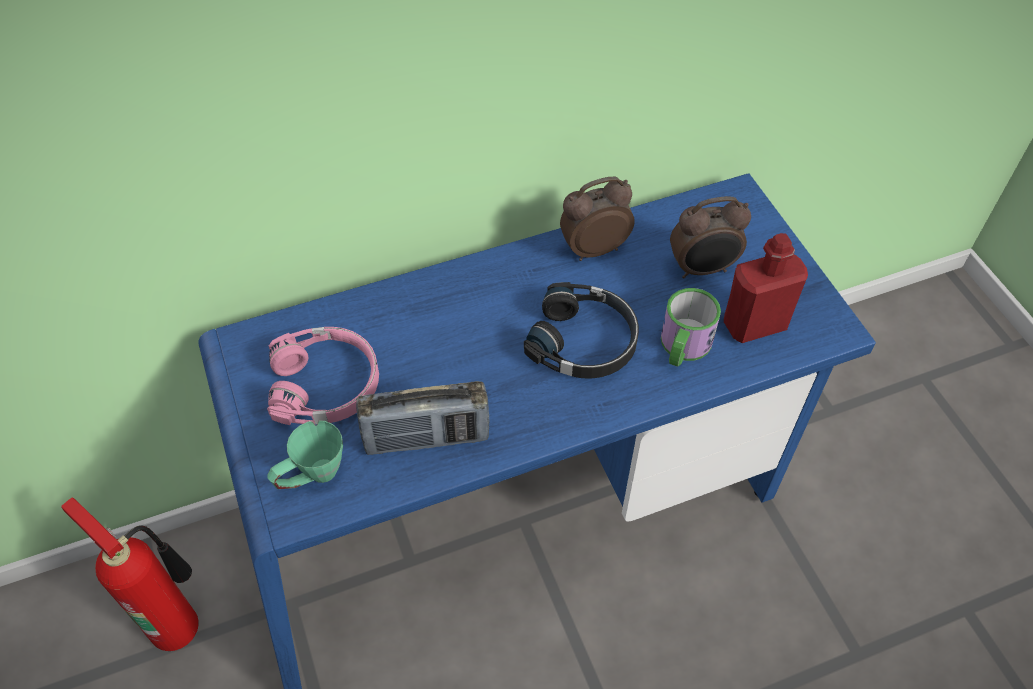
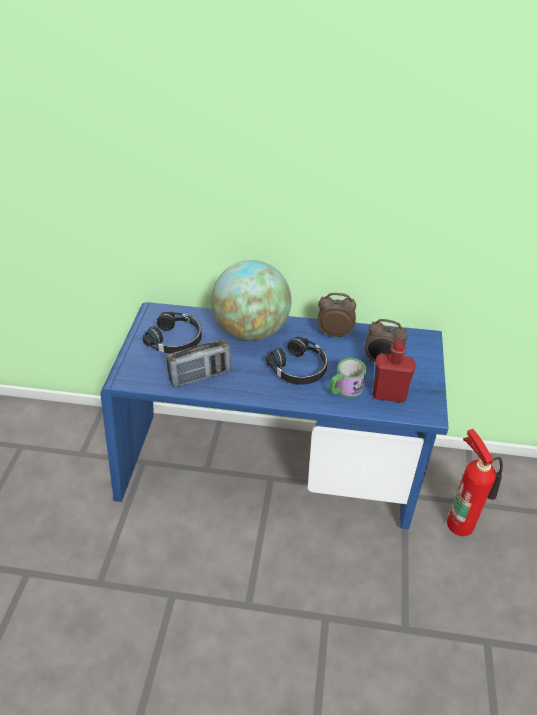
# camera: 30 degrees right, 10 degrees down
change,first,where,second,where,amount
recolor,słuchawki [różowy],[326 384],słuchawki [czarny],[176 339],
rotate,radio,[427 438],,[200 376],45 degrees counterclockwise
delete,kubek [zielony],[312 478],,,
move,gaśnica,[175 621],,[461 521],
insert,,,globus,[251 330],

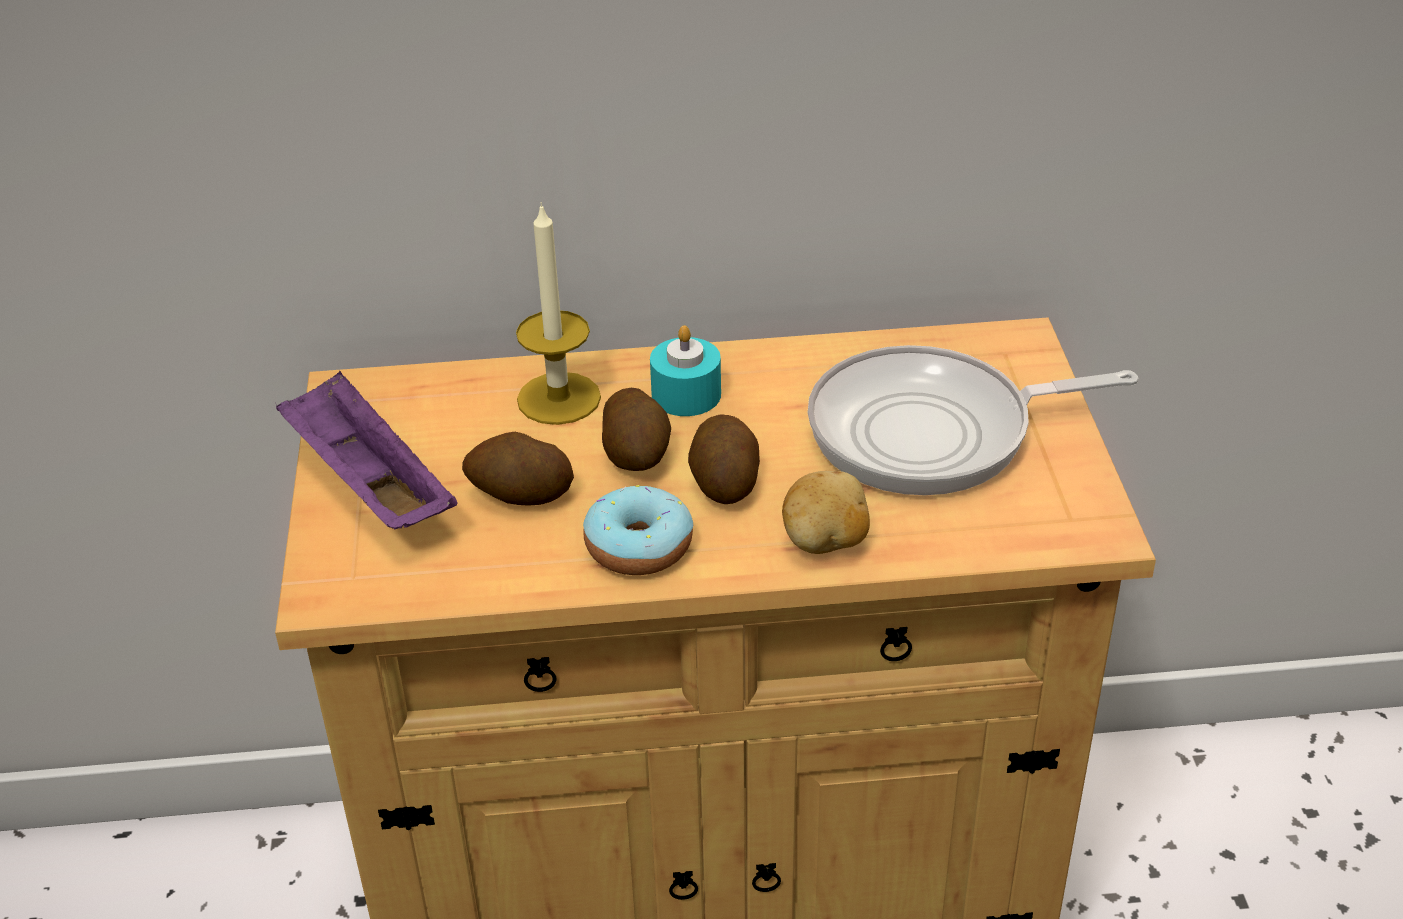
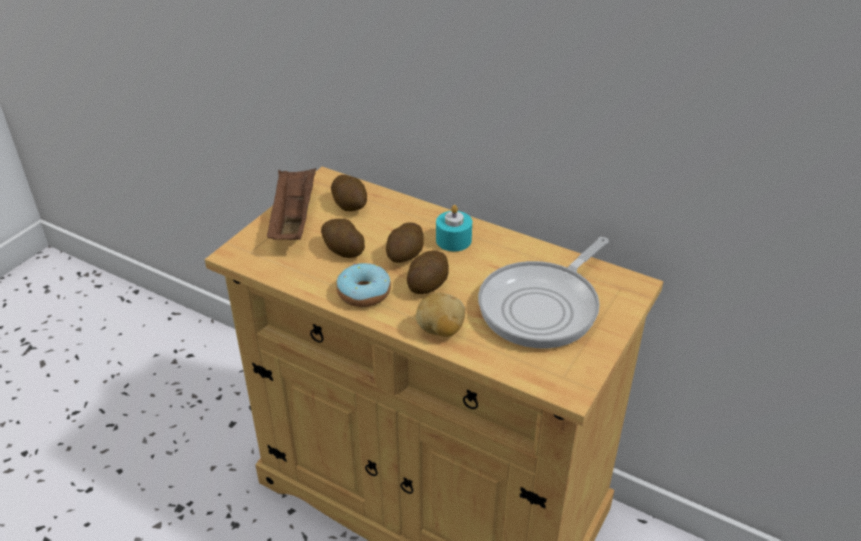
# camera: 35 degrees right, 0 degrees up
change,first,where,second,where,amount
delete,świeca,[559 398],,,
rotate,patelnia,[933 432],,[543 307],75 degrees counterclockwise
recolor,taca [fioletowy],[367 485],taca [brązowy],[293 219],
insert,,,ziemniak,[350 205],

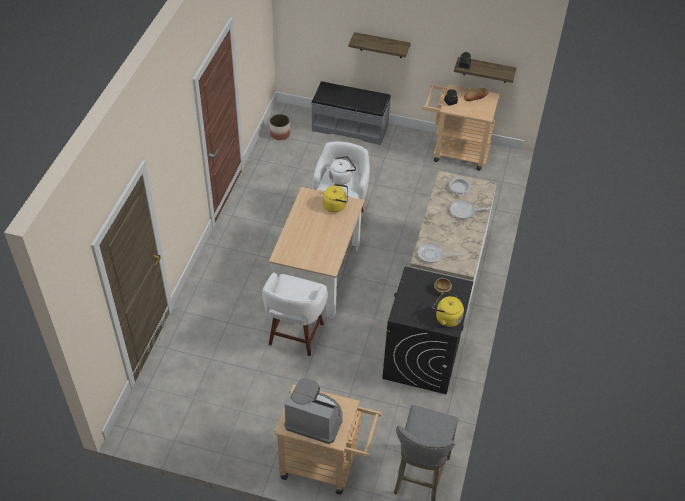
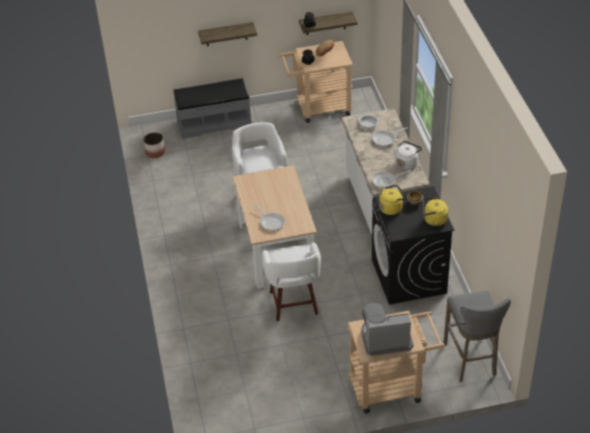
# camera: 25 degrees left, 5 degrees down
change,first,where,second,where,amount
move,czajnik [biały],[341 178],,[406 163],
move,czajnik [żółty],[336 206],,[392 208],
insert,,,patelnia,[271 222],

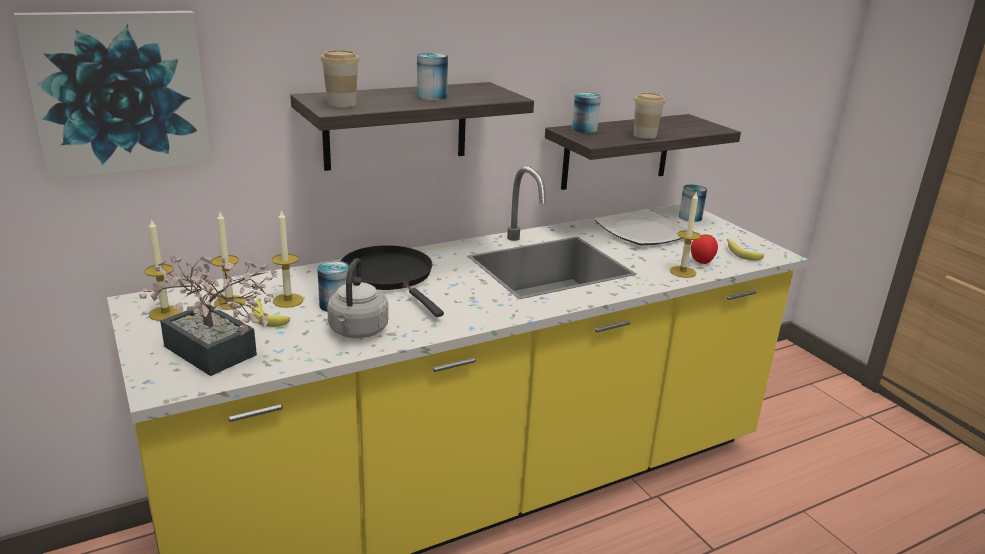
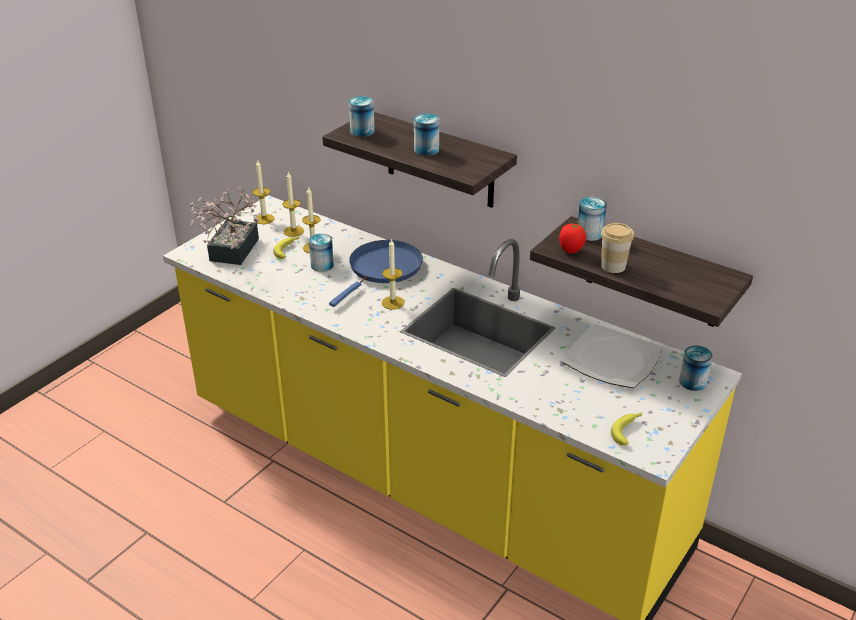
# camera: 65 degrees right, 10 degrees up
change,first,where,second,where,amount
delete,obraz,[119 92],,,
replace,filiżanka,[341 104],puszka,[362 131],
move,świeca,[682 272],,[393 302],
move,pomidor,[702 262],,[570 251],
recolor,patelnia [czarny],[390 276],patelnia [niebieski],[383 269],
delete,czajnik [szary],[357 331],,,

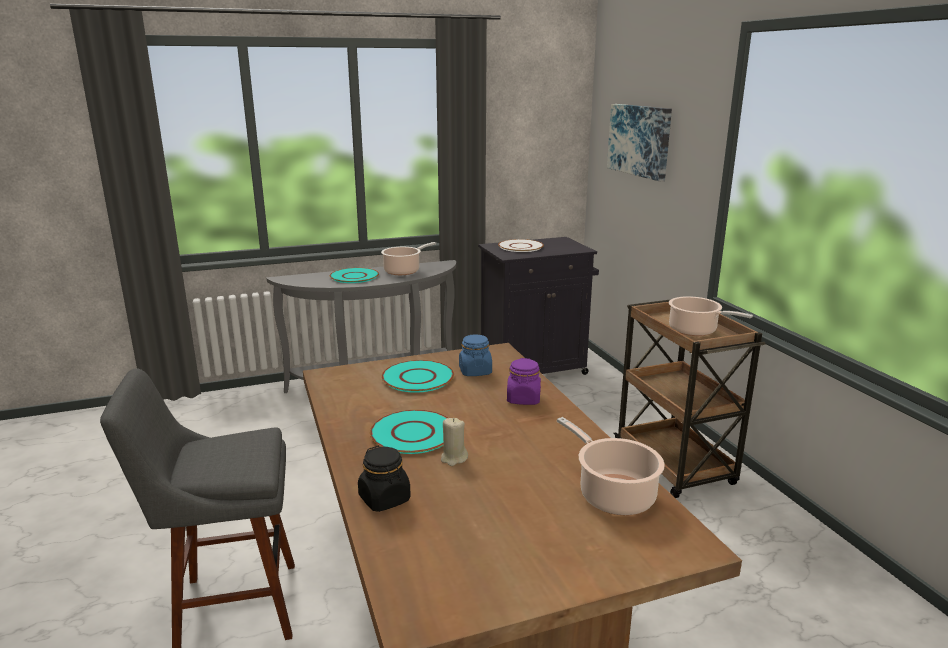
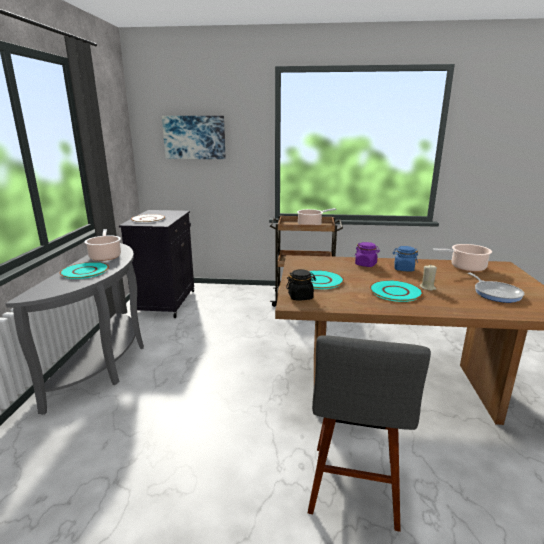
# camera: 65 degrees left, 0 degrees up
change,first,where,second,where,amount
move,słoik [niebieski],[475 371],,[403 269],
move,słoik [czarny],[385 499],,[300 297],
insert,,,patelnia,[495 293],

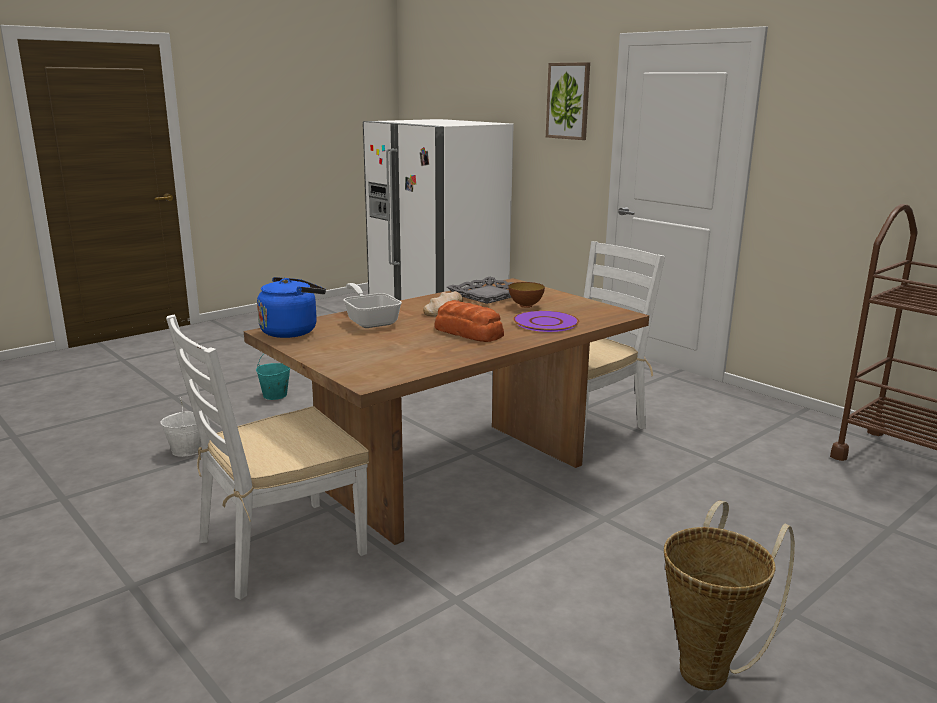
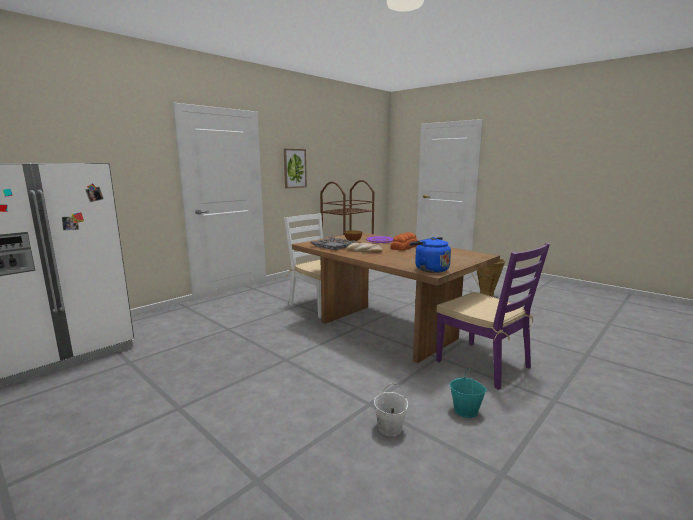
# camera: 95 degrees left, 5 degrees down
change,first,where,second,where,amount
move,obraz,[568 101],,[294 168],
delete,patelnia,[370 321],,,
recolor,krzesło [biały],[280 547],krzesło [fioletowy],[484 364],
move,wiadro [turkusowy],[275 395],,[466 411],

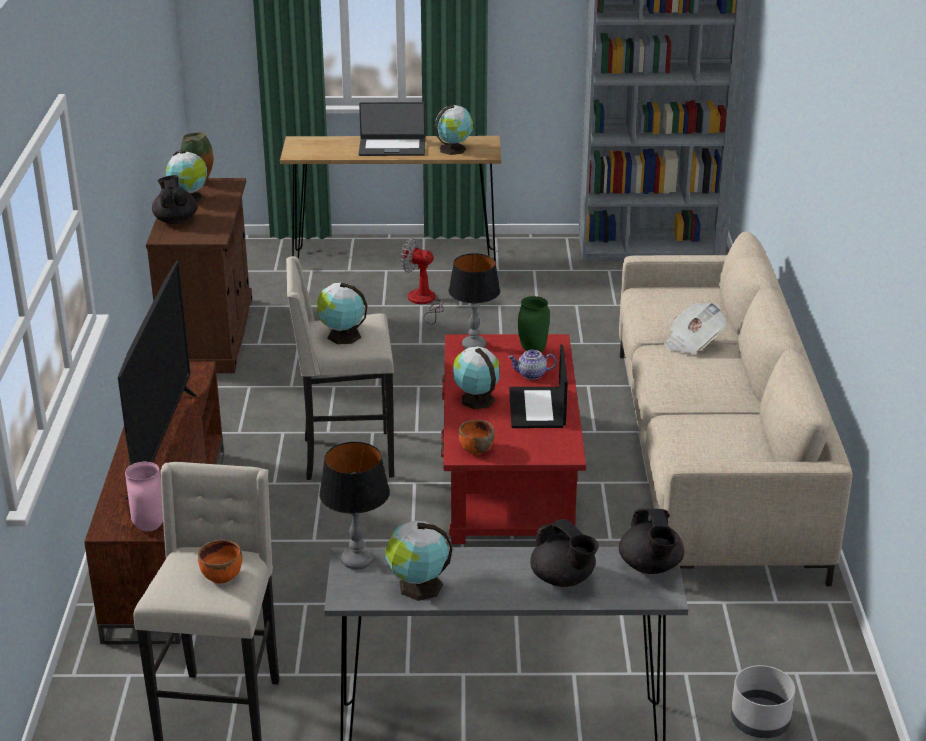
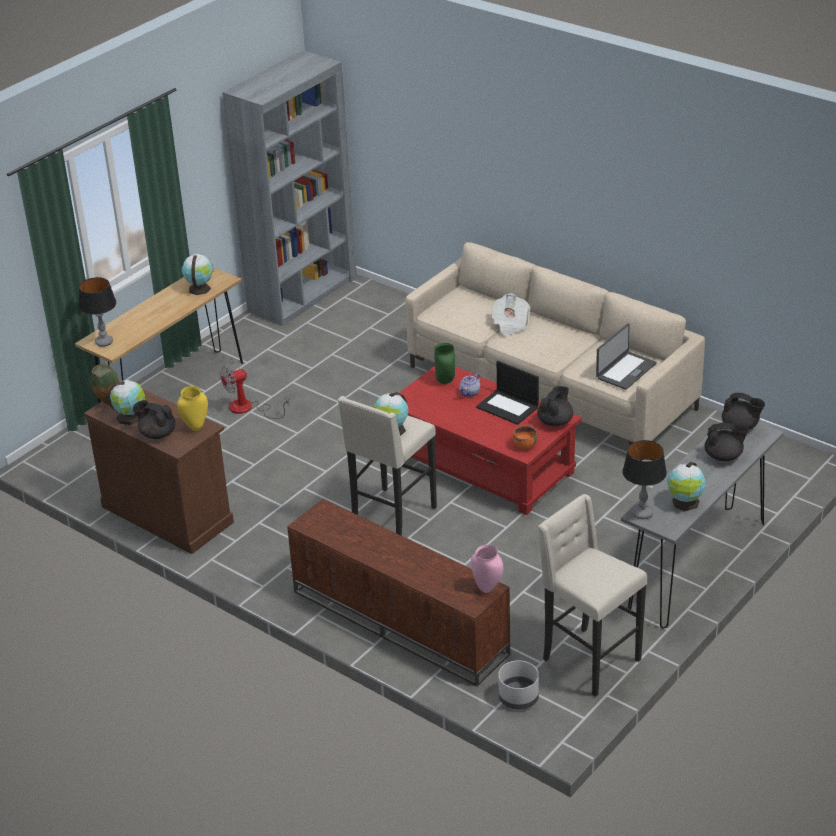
# camera: 50 degrees left, 5 degrees up
change,first,where,second,where,amount
move,laptop,[392 147],,[625 370],
move,lampa stołowa,[474 346],,[104 342],
delete,telewizor,[162 444],,,
delete,globus,[476 399],,,
delete,miska [pomarańczowy],[222 576],,,
move,donica [szary],[759 721],,[518 698],
insert,,,wazon [żółty],[196 428],
insert,,,imbryk [czarny],[555 421],

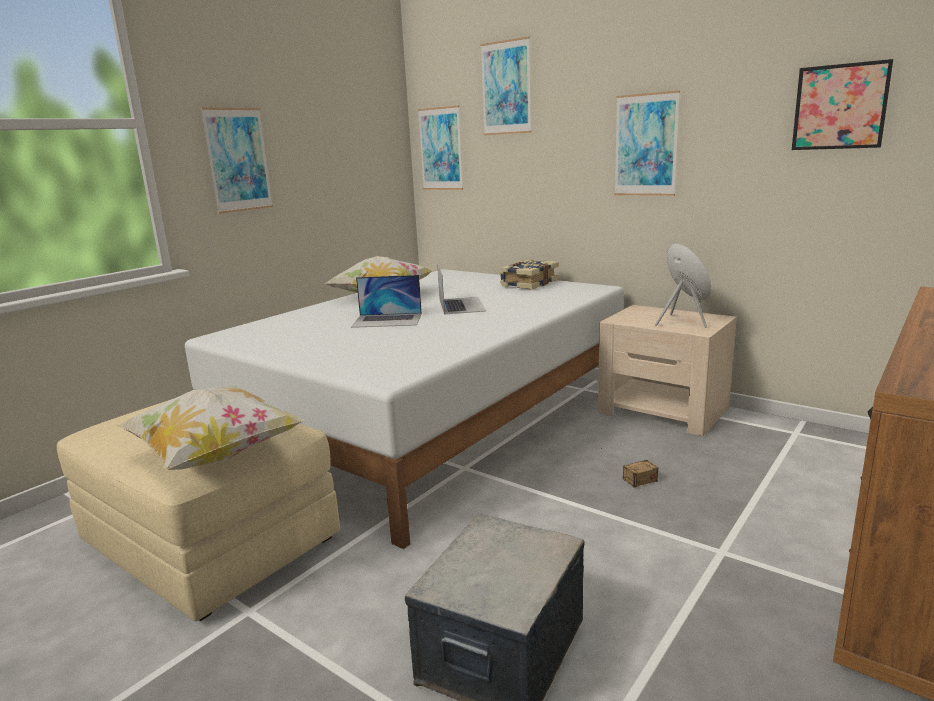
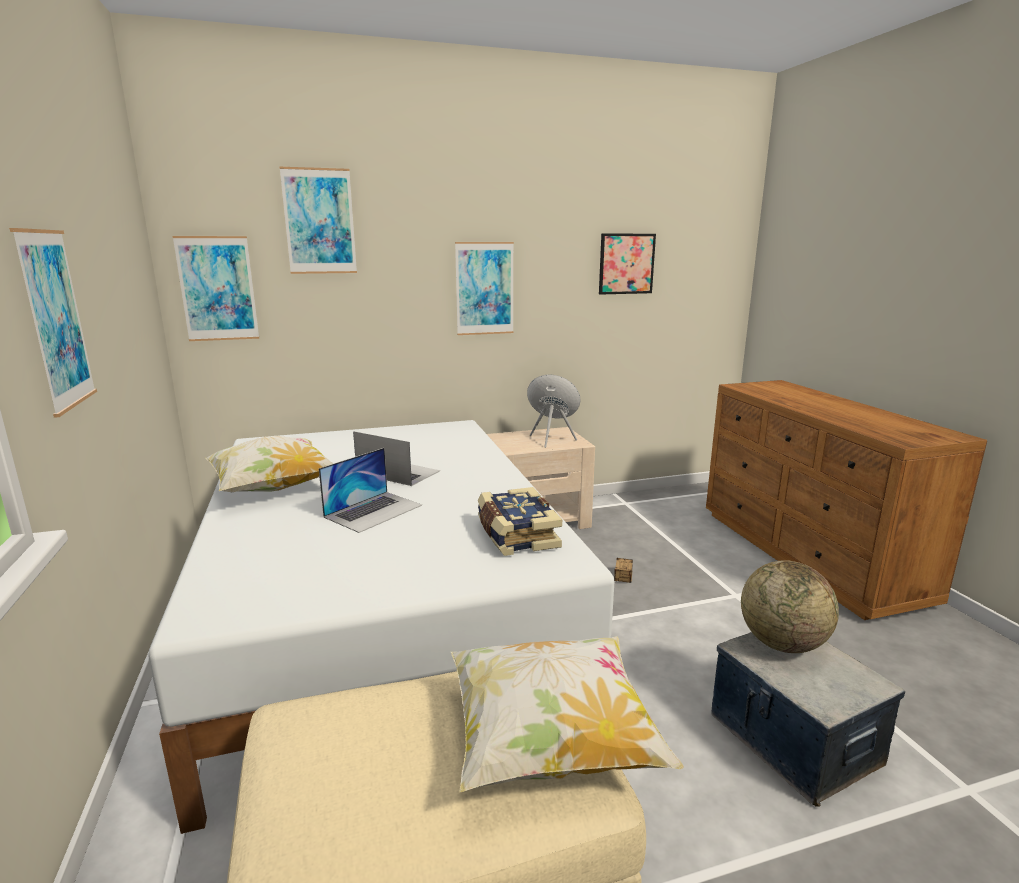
# camera: 55 degrees left, 0 degrees up
change,first,where,second,where,amount
move,książka,[528 284],,[515 535],
insert,,,globus,[782 643],

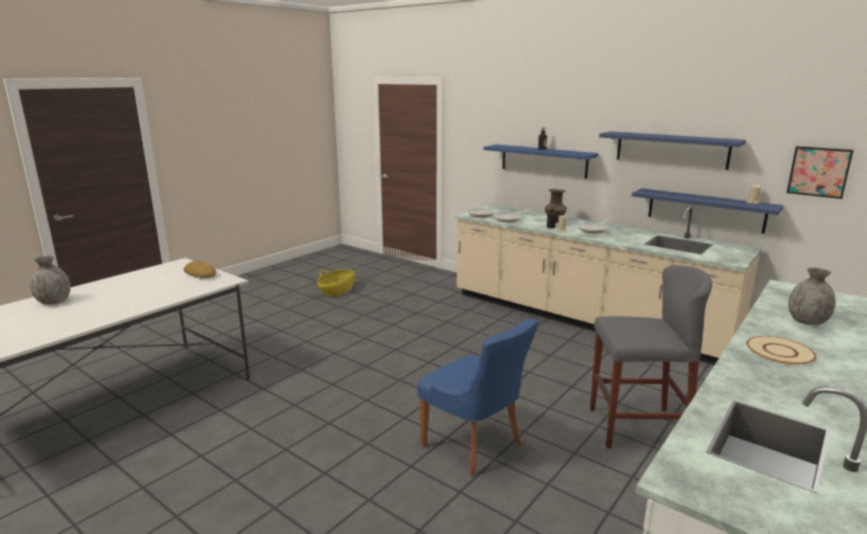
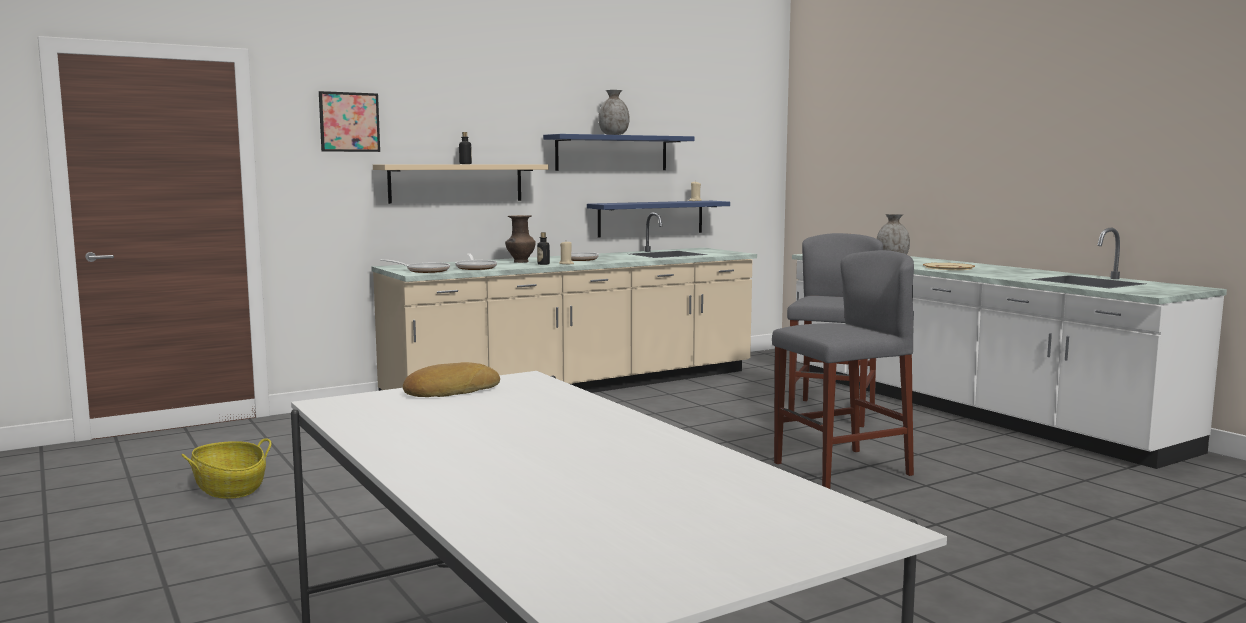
# camera: 70 degrees left, 10 degrees down
change,first,where,second,where,amount
recolor,półka [niebieski],[543 161],półka [beżowy],[456 183],
move,obraz,[818 172],,[349 122],
move,wazon [szary],[53 302],,[614 135],
replace,krzesło [niebieski],[474 446],stołek [szary],[841 469],

